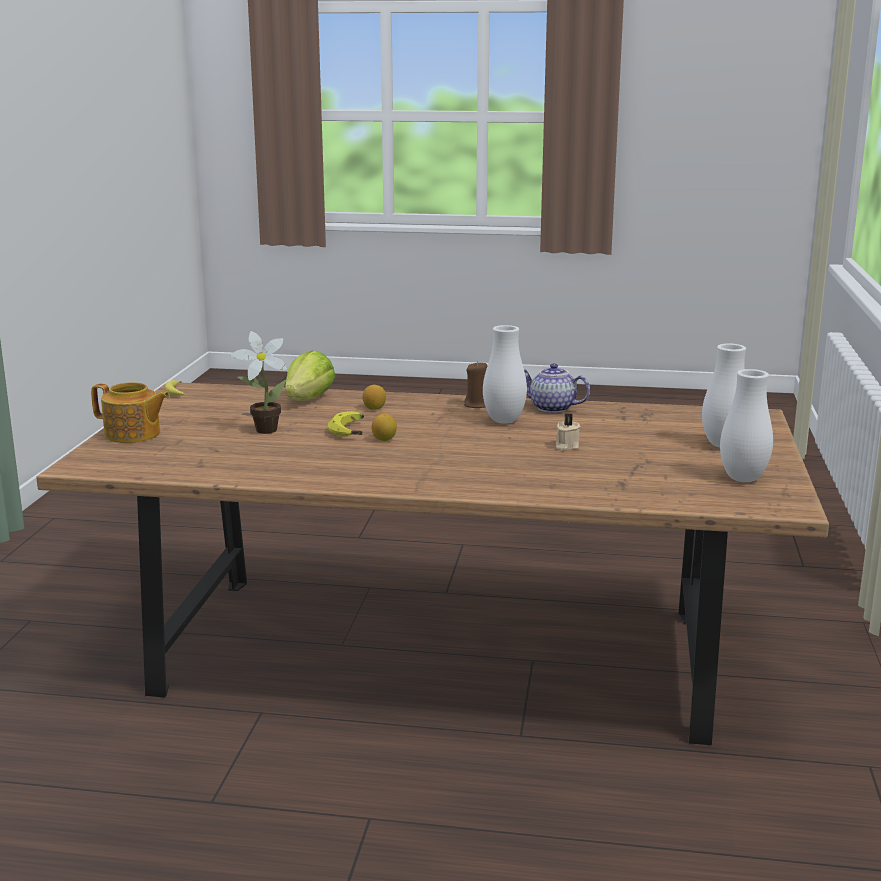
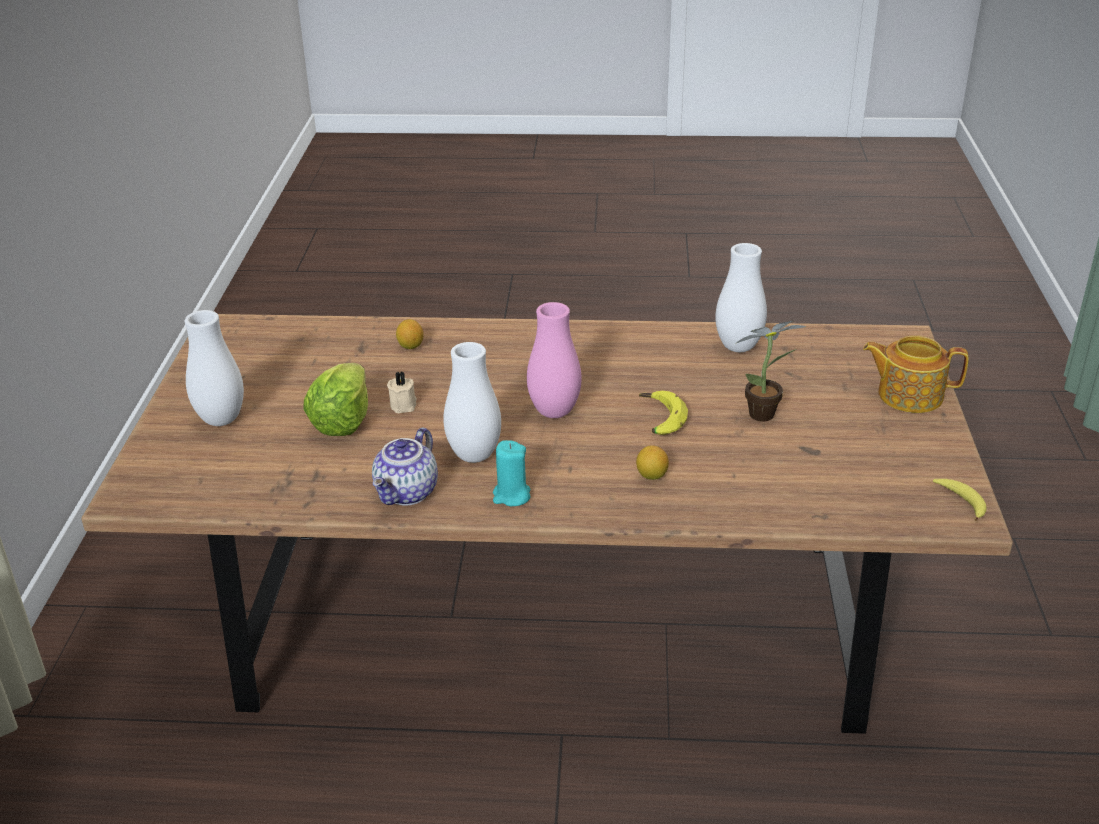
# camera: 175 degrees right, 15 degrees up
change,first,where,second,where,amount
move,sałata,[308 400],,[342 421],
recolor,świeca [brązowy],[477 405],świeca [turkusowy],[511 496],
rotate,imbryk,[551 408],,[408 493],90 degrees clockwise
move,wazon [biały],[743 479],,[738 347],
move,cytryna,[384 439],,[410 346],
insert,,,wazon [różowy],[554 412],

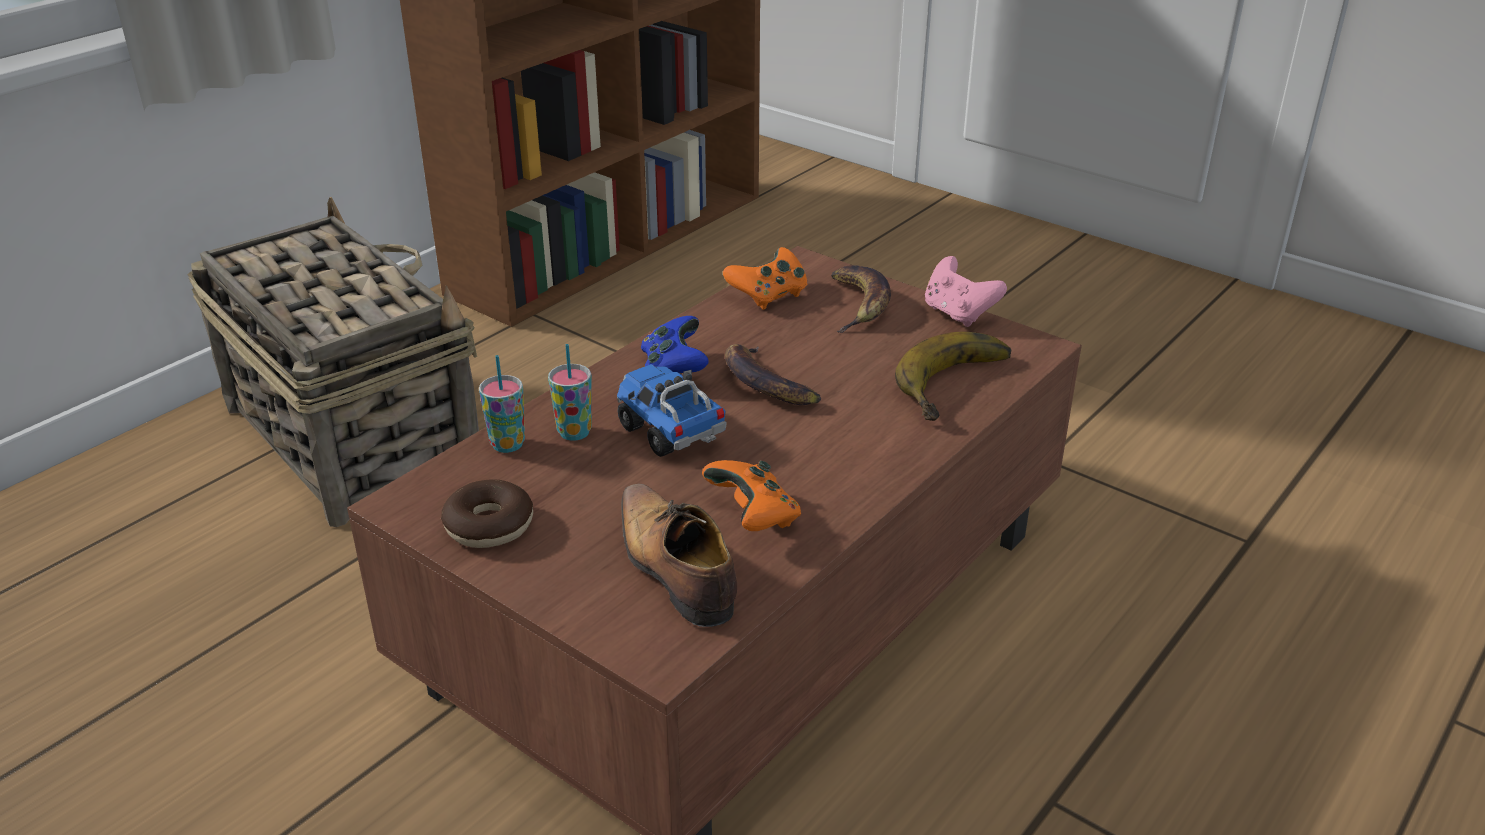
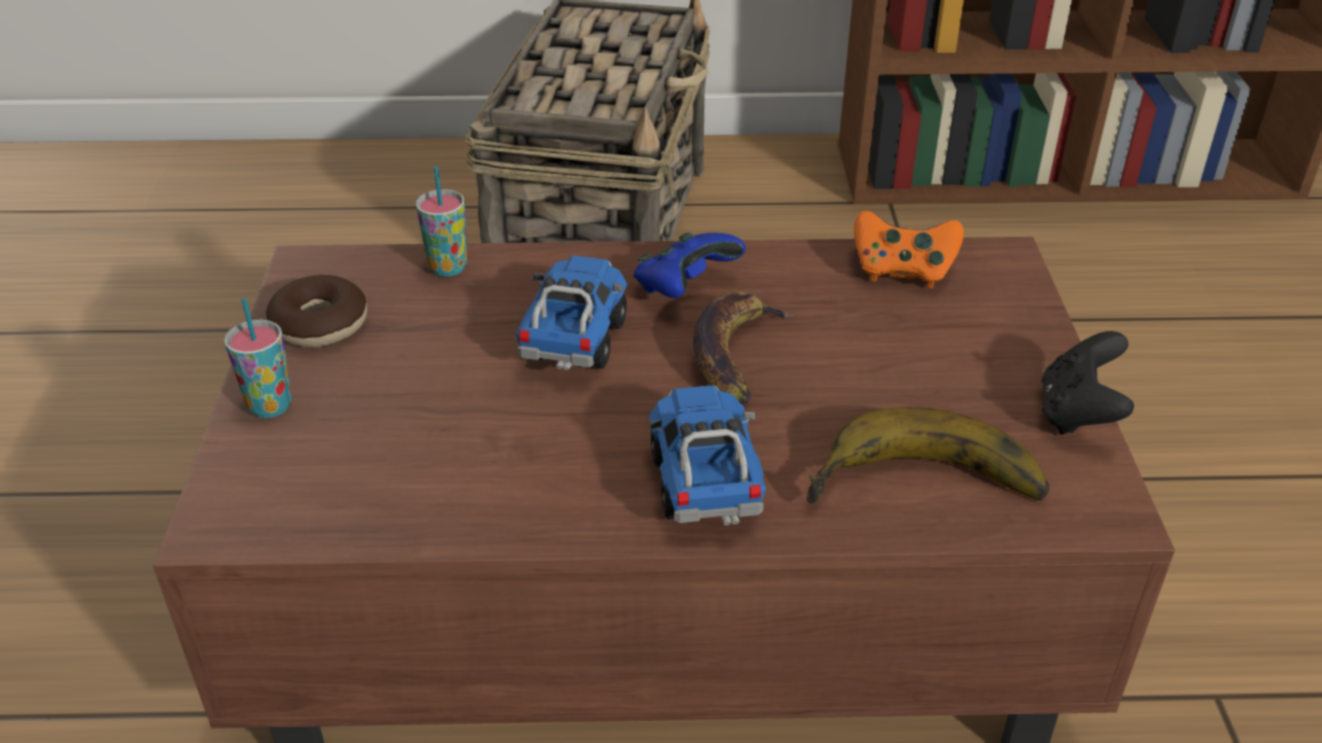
# camera: 50 degrees right, 5 degrees up
change,first,where,second,where,amount
recolor,pad do gier [różowy],[958 314],pad do gier [czarny],[1078 414],
delete,banan,[859 305],,,
move,filiżanka,[574 432],,[270 406],
delete,pad do gier [pomarańczowy],[754 517],,,
delete,but,[674 568],,,
insert,,,ciężarówka zabawkowa,[704 484],

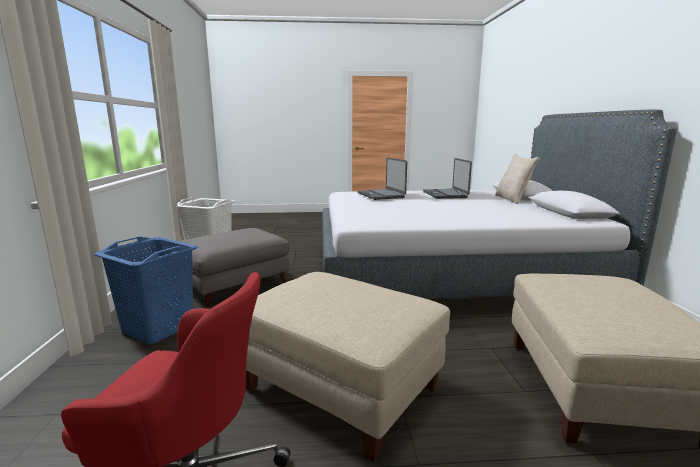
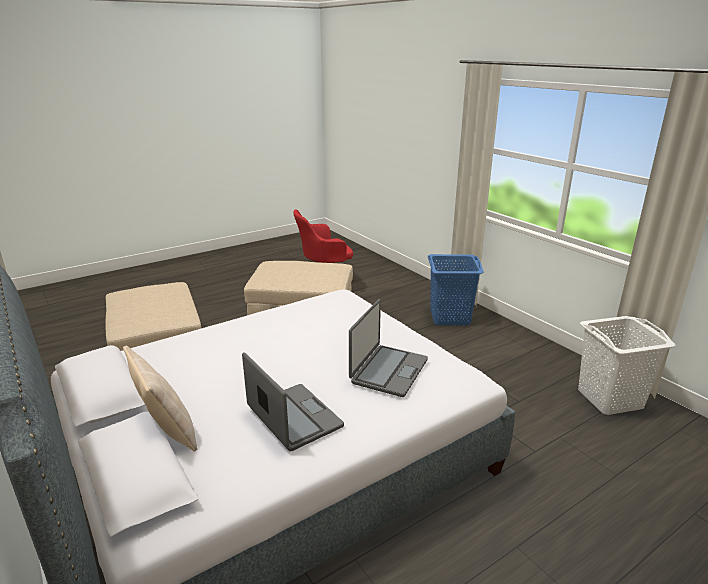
# camera: 150 degrees right, 10 degrees up
change,first,where,second,where,amount
rotate,laptop,[381 195],,[388 371],75 degrees clockwise
delete,pufa [szary],[234 286],,,

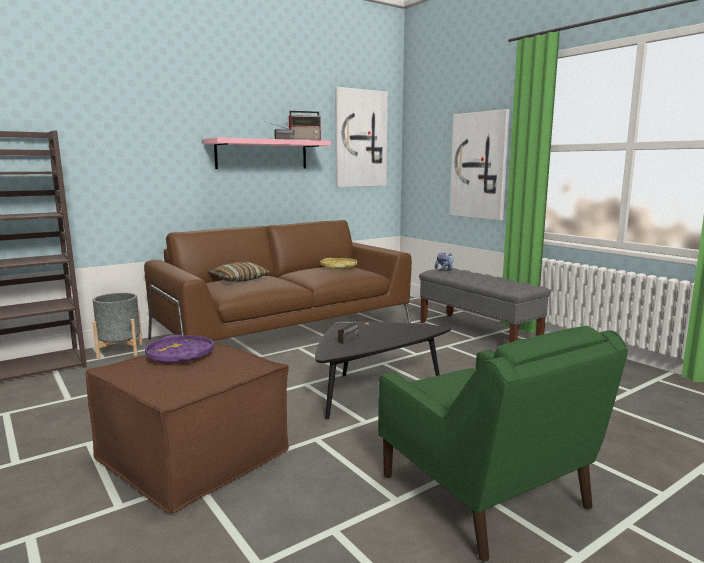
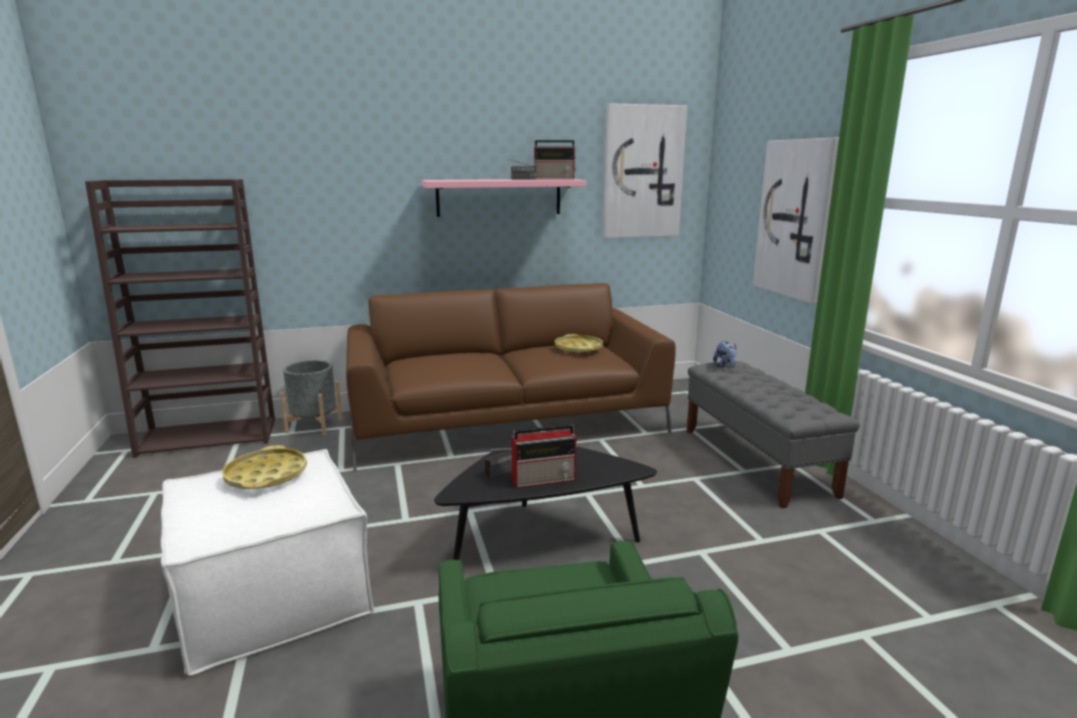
# camera: 20 degrees right, 5 degrees up
change,first,where,second,where,amount
delete,poduszka,[239 279],,,
recolor,taca [fioletowy],[180 355],taca [żółty],[266 475],
recolor,pufa [brązowy],[192 455],pufa [biały],[272 593],
insert,,,radio,[545 479],

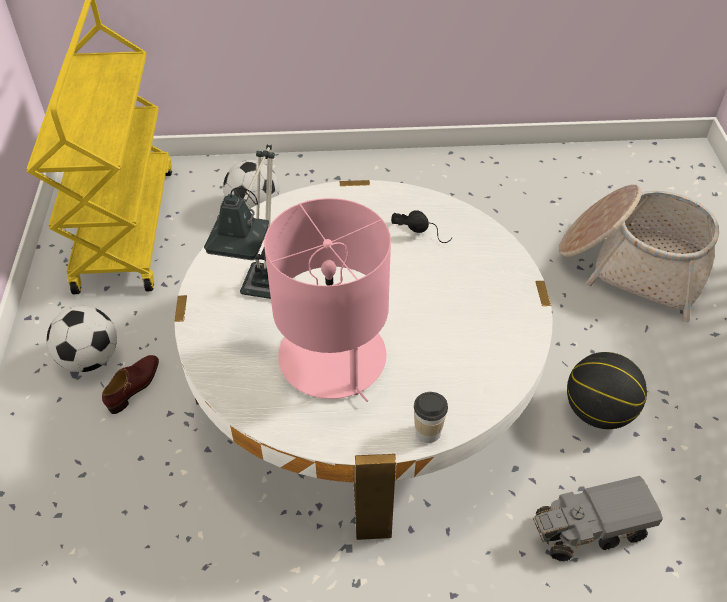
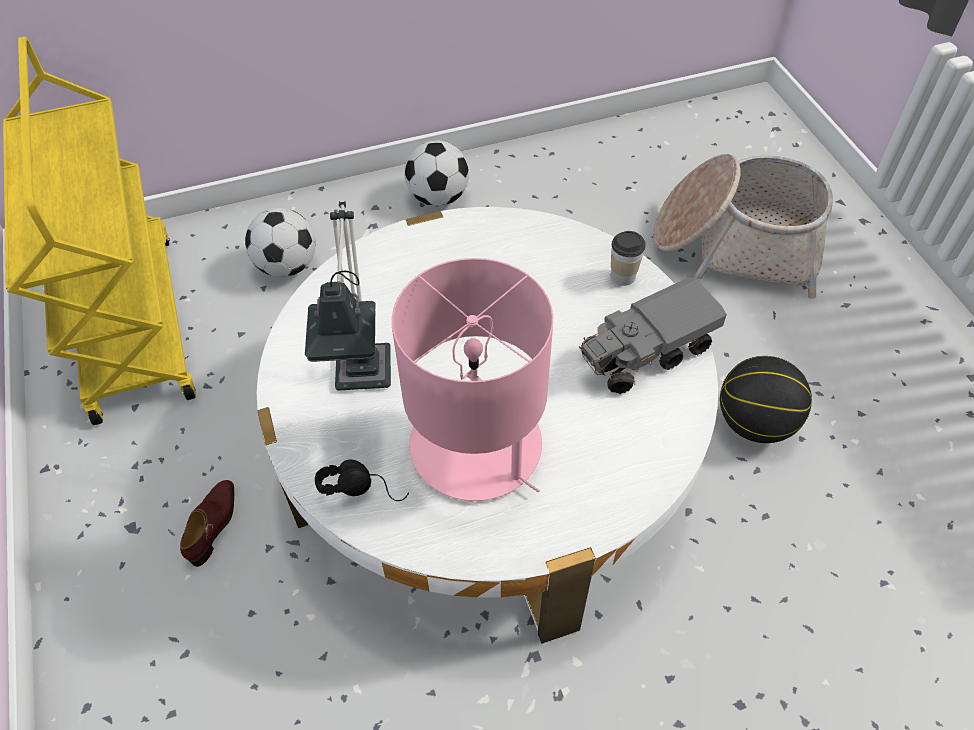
# camera: 15 degrees left, 5 degrees up
change,first,where,second,where,amount
move,słuchawki [czarny],[421 231],,[363 486],
move,piłka futbolowa,[90 359],,[438 197],
move,filiżanka,[428 432],,[623 276],
move,ciężarówka zabawkowa,[588 529],,[645 353],

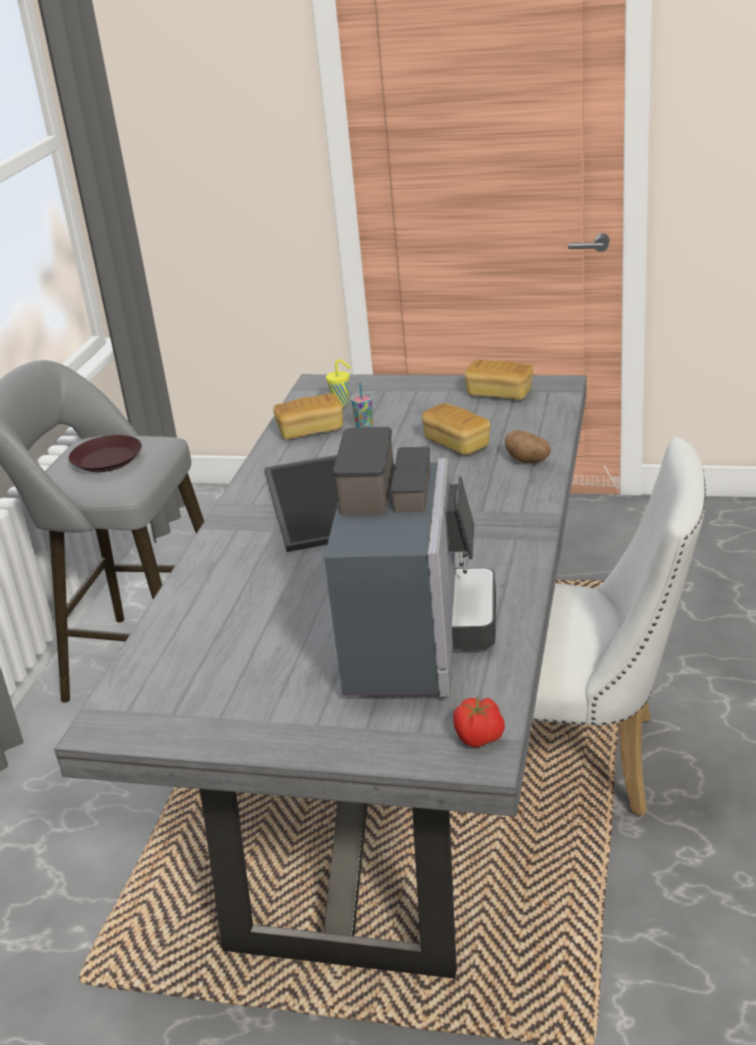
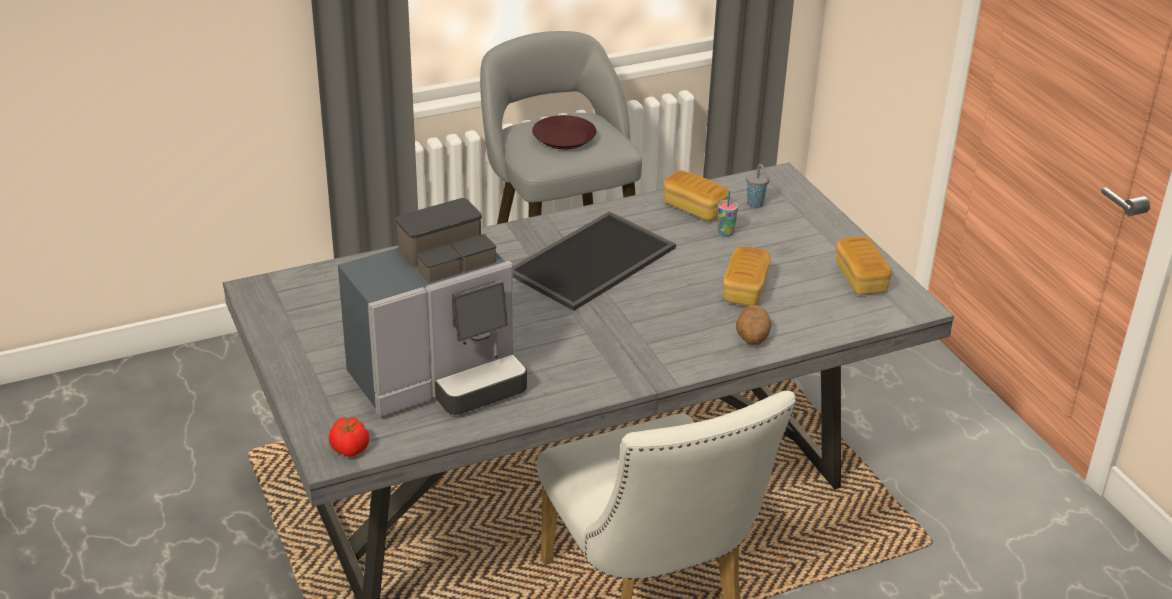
# camera: 50 degrees right, 5 degrees up
change,first,where,second,where,amount
recolor,filiżanka [żółty],[342 404],filiżanka [szary],[755 204],

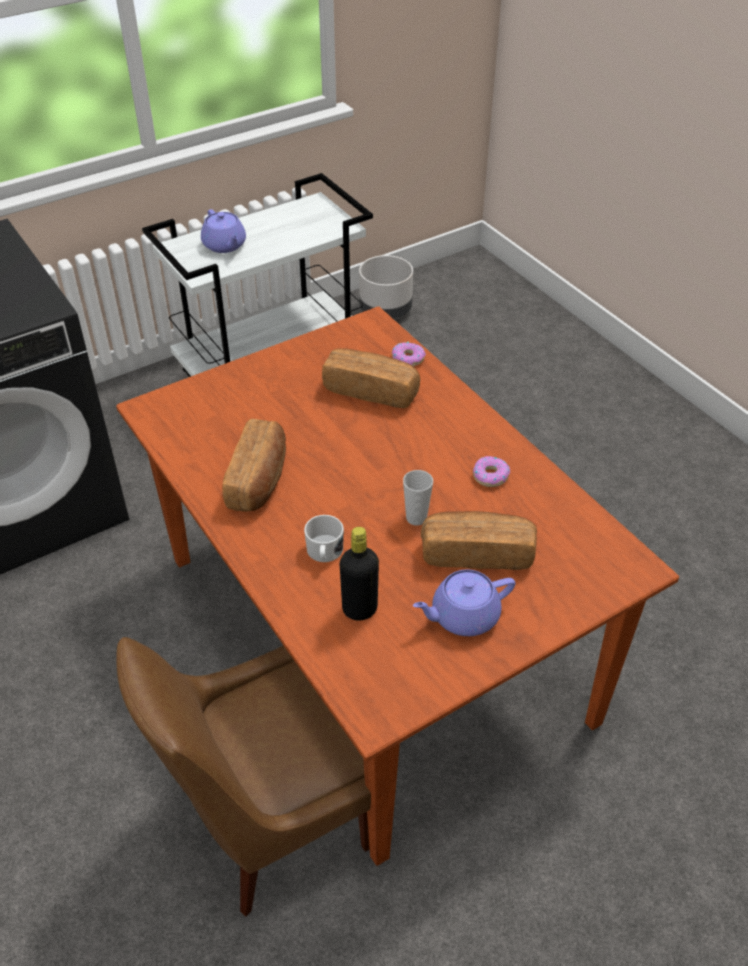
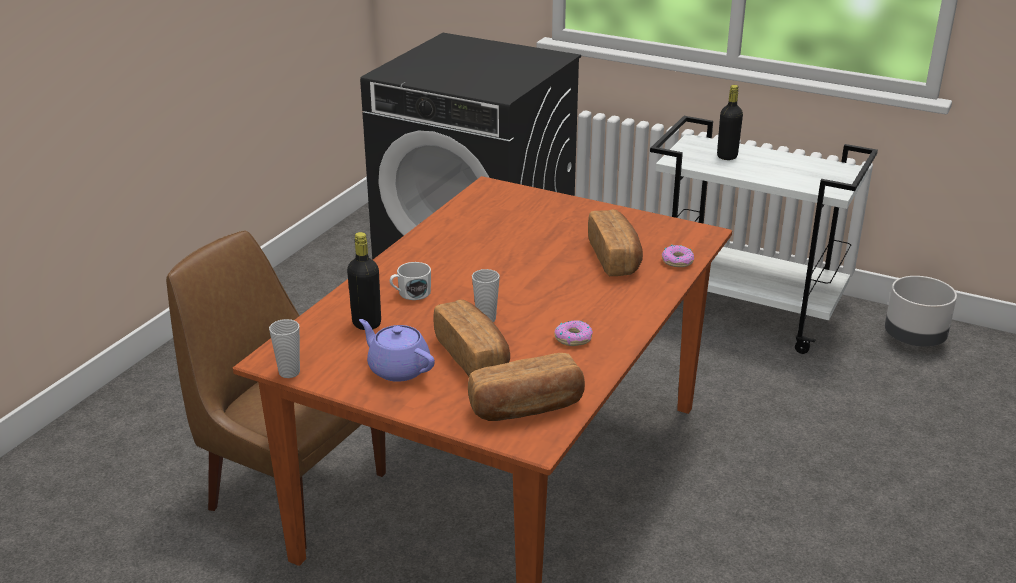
# camera: 60 degrees right, 15 degrees down
change,first,where,second,where,amount
replace,imbryk [fioletowy],[225 245],butelka [czarny],[727 156],
move,chleb,[259 480],,[527 407],
insert,,,filiżanka,[289 372],

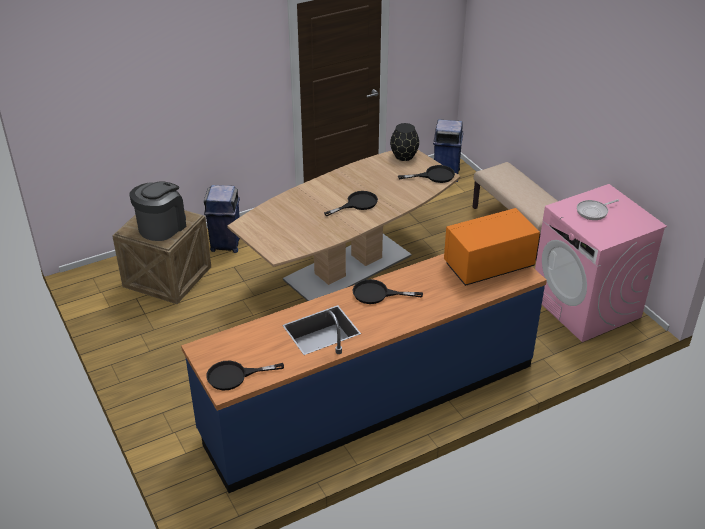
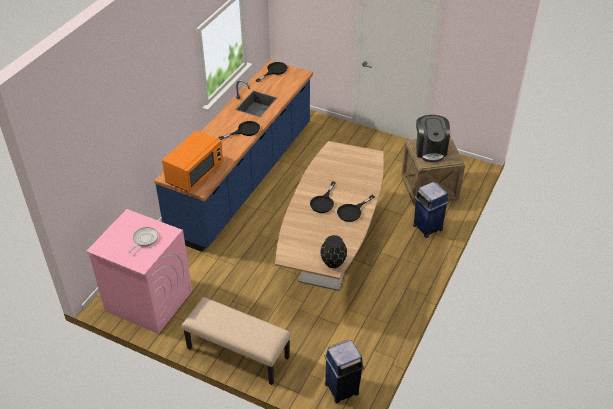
# camera: 145 degrees right, 5 degrees up
change,first,where,second,where,amount
move,patelnia [czarny],[434 176],,[352 211],

